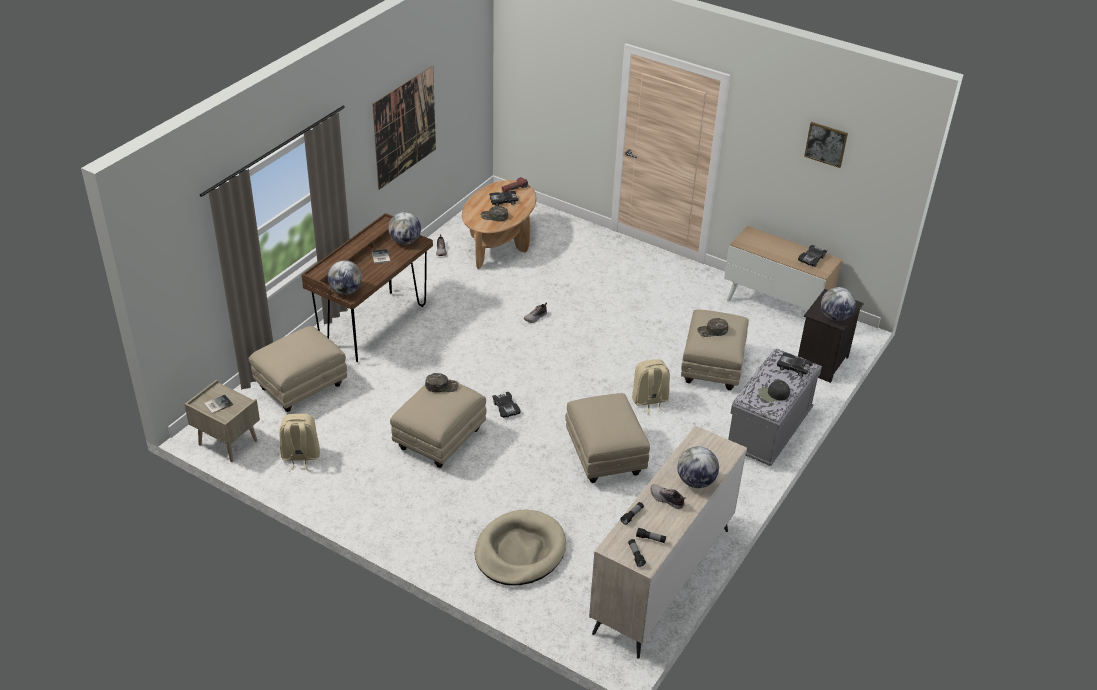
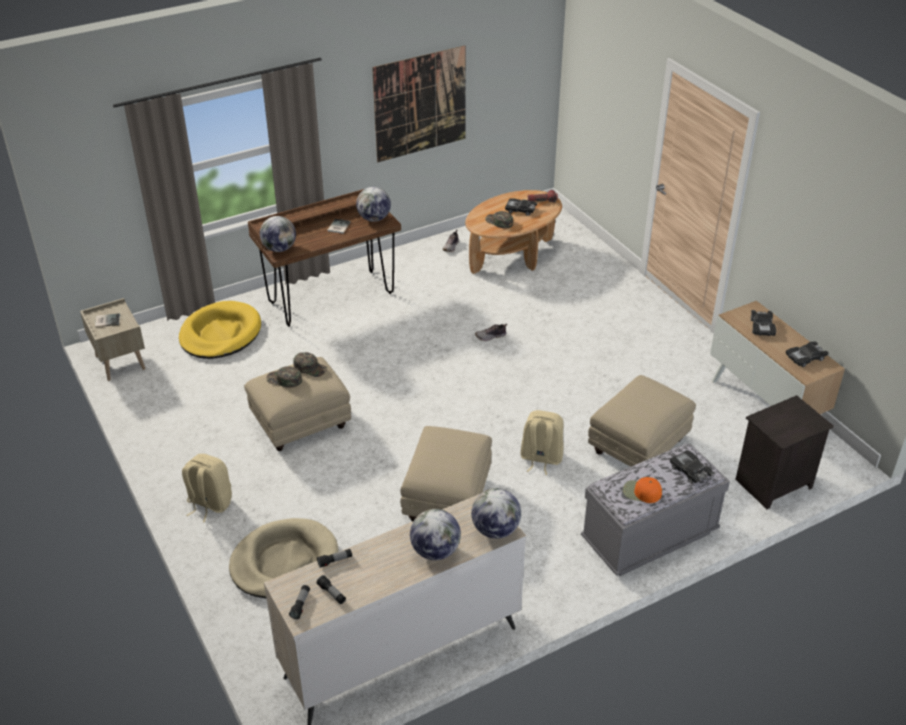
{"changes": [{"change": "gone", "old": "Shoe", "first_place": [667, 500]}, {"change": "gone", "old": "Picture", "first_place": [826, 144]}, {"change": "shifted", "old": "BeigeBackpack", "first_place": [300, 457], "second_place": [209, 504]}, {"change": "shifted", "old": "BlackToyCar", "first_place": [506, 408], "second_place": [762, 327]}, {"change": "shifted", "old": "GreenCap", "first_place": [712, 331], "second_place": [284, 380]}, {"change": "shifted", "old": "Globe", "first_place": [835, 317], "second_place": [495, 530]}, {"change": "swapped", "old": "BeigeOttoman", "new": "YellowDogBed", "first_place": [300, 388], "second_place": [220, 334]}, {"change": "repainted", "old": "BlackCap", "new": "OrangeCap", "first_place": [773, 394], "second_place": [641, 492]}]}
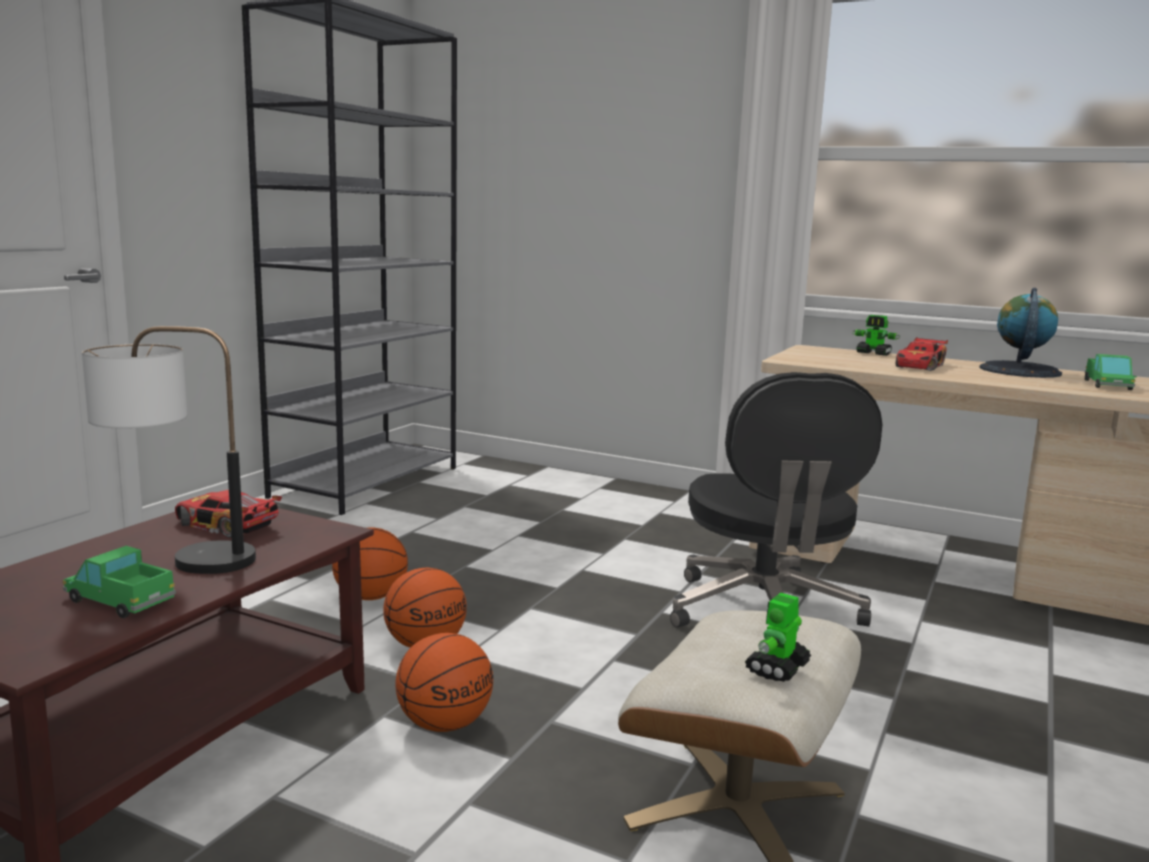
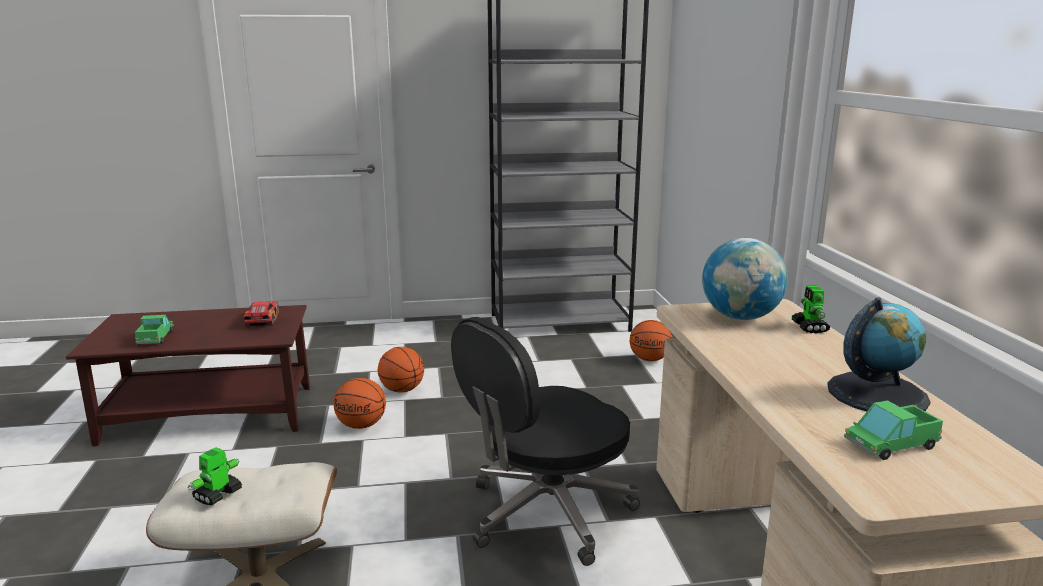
{"changes": [{"change": "gone", "old": "TableLamp", "first_place": [177, 560]}, {"change": "gone", "old": "ToyCar", "first_place": [921, 366]}, {"change": "new", "new": "Globe", "second_place": [740, 317]}, {"change": "shifted", "old": "Basketball", "first_place": [445, 724], "second_place": [650, 359]}, {"change": "rotated", "old": "ToyRobot", "first_place": [777, 668], "second_place": [217, 495], "degrees": -60}]}
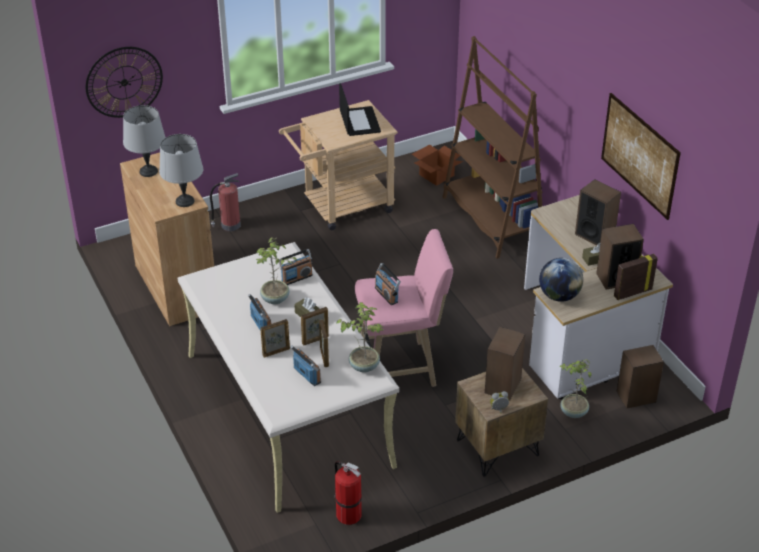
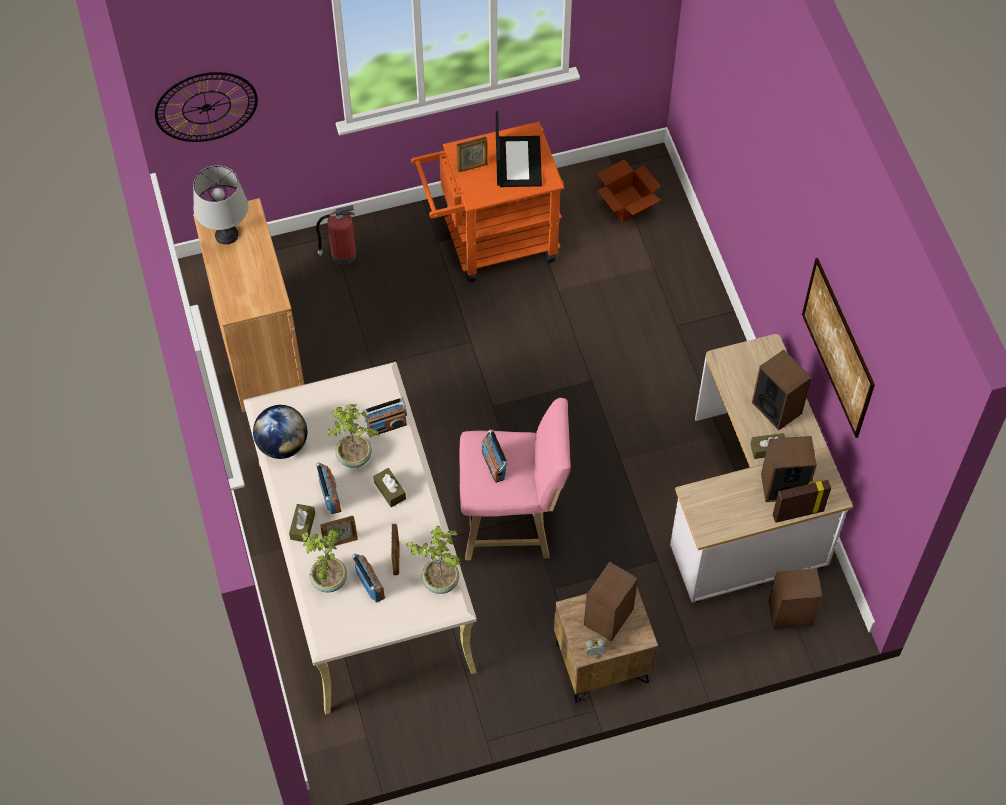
{"changes": [{"change": "gone", "old": "GreyTableLamp", "first_place": [184, 201]}, {"change": "gone", "old": "FireExtinguisher", "first_place": [347, 514]}, {"change": "gone", "old": "BrownBookcase", "first_place": [492, 219]}, {"change": "new", "new": "BrownTissueBox", "second_place": [302, 526]}, {"change": "shifted", "old": "PictureFrame", "first_place": [315, 340], "second_place": [472, 167]}, {"change": "shifted", "old": "Globe", "first_place": [559, 296], "second_place": [282, 444]}, {"change": "shifted", "old": "PottedPlant", "first_place": [573, 412], "second_place": [328, 580]}, {"change": "repainted", "old": "BeigeCart", "new": "OrangeCart", "first_place": [341, 207], "second_place": [490, 243]}]}
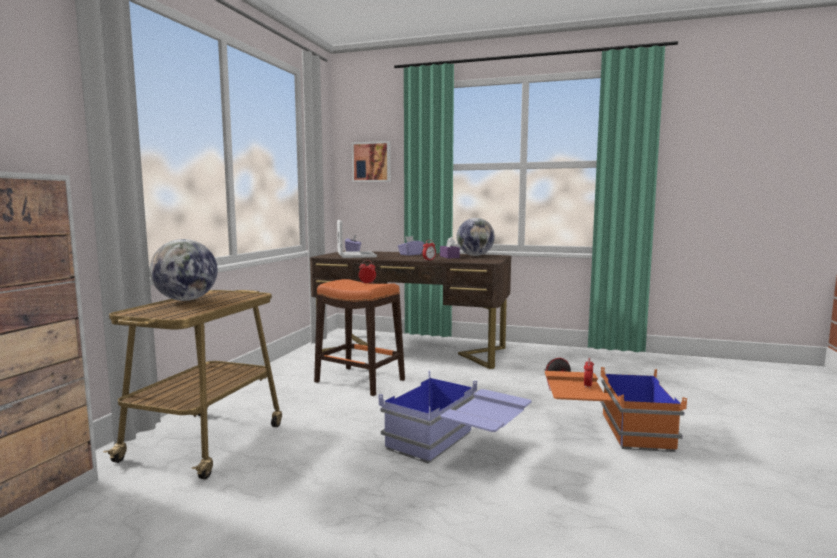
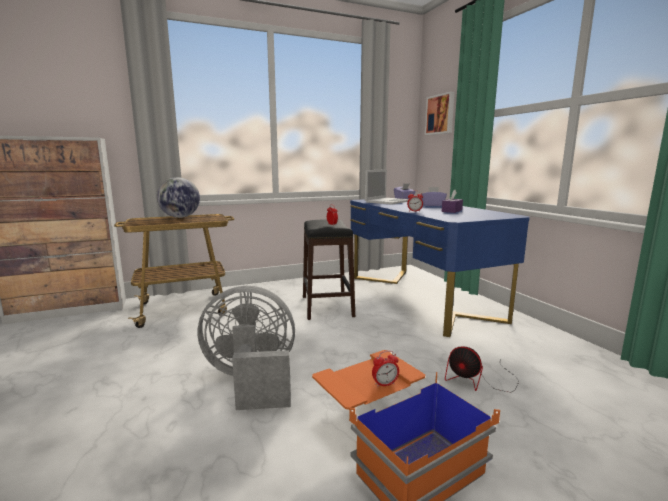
{"changes": [{"change": "gone", "old": "Globe", "first_place": [475, 255]}, {"change": "swapped", "old": "BlueStorageBox", "new": "GreyFan", "first_place": [455, 449], "second_place": [251, 381]}, {"change": "repainted", "old": "BrownDesk", "new": "BlueDesk", "first_place": [412, 350], "second_place": [420, 297]}, {"change": "repainted", "old": "OrangeStool", "new": "BlackStool", "first_place": [359, 381], "second_place": [326, 306]}]}
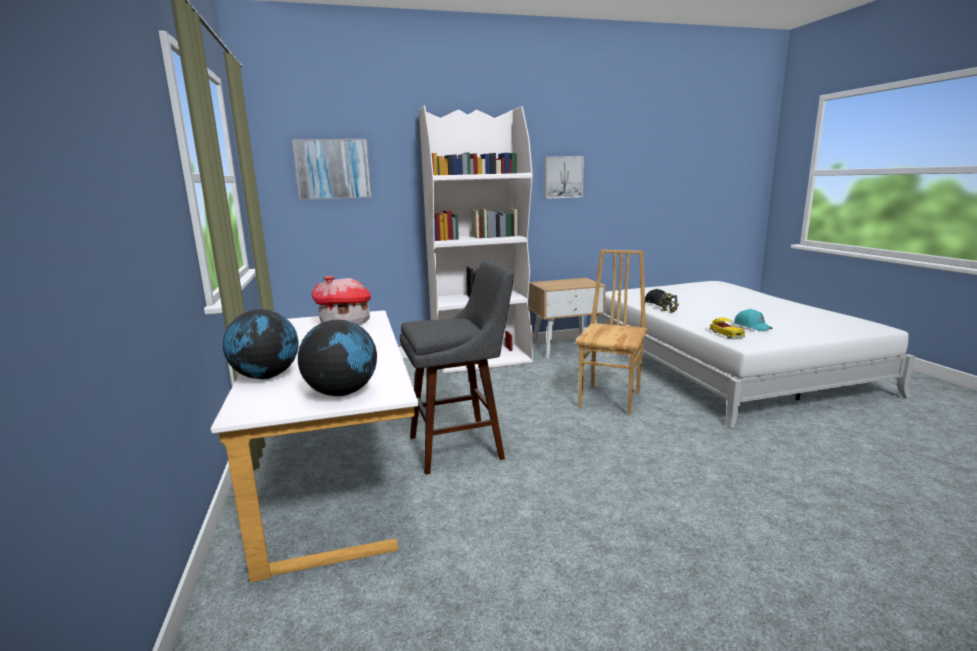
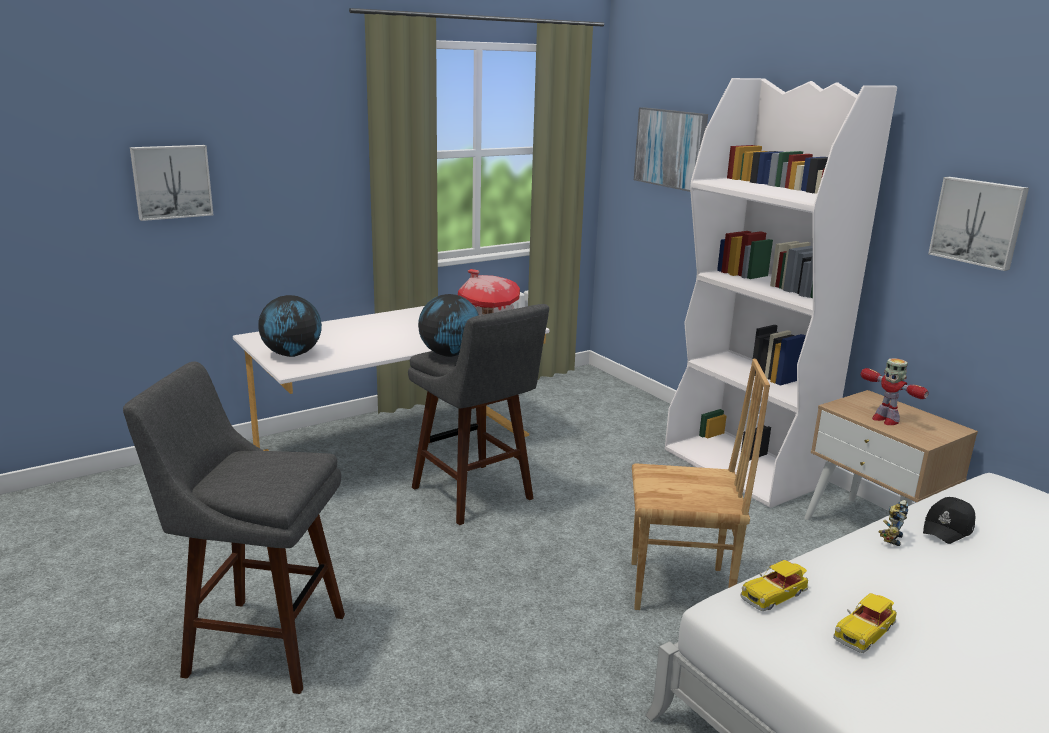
{"changes": [{"change": "new", "new": "GreyStool", "second_place": [258, 643]}, {"change": "new", "new": "Picture", "second_place": [171, 181]}, {"change": "new", "new": "ToyRobot", "second_place": [885, 419]}, {"change": "shifted", "old": "Globe", "first_place": [267, 376], "second_place": [449, 354]}, {"change": "swapped", "old": "TurquoiseCap", "new": "ToyCar", "first_place": [752, 326], "second_place": [865, 632]}]}
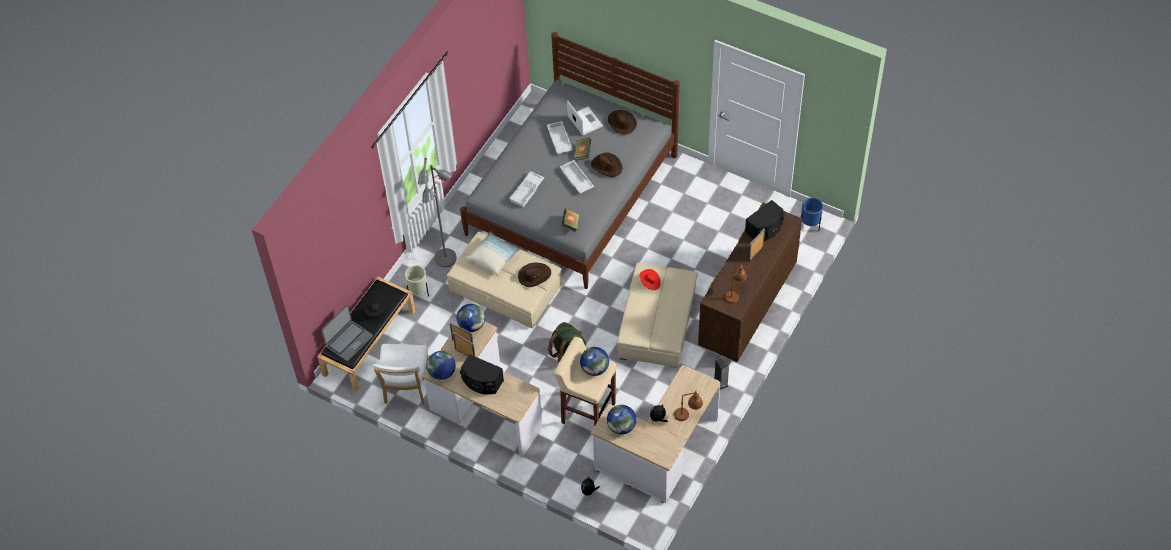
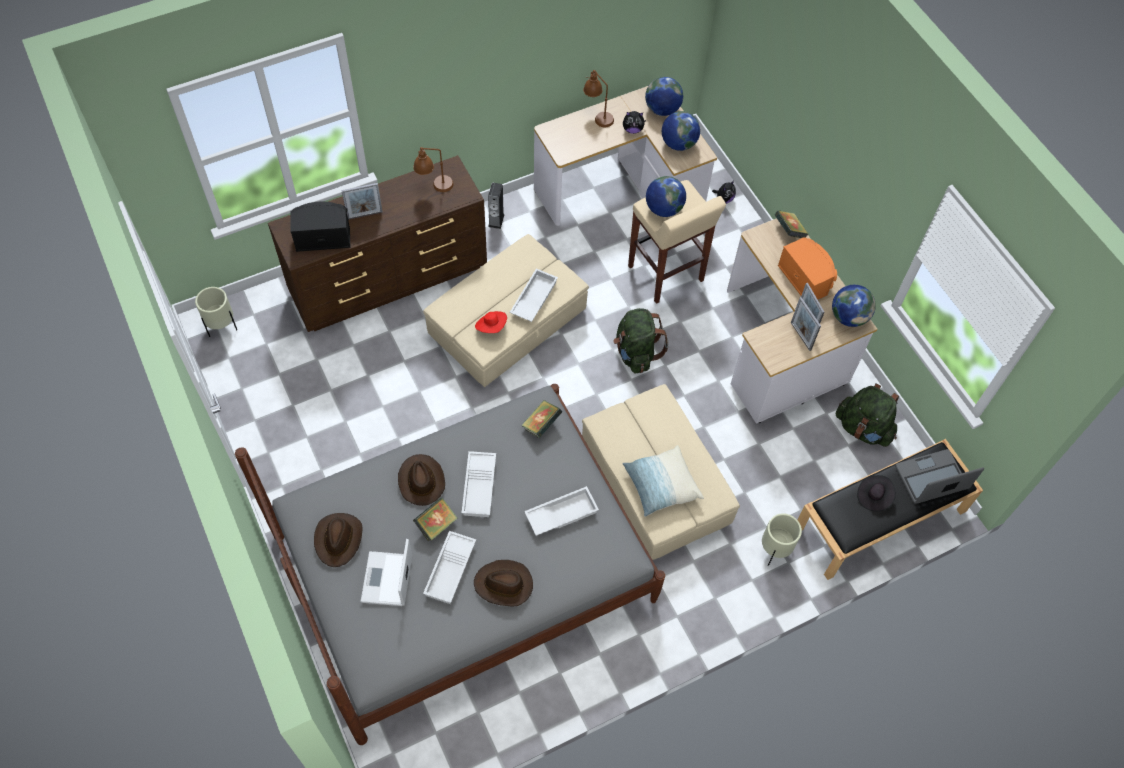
{"changes": [{"change": "gone", "old": "GreyFloorLamp", "first_place": [446, 259]}, {"change": "new", "new": "WhiteTray", "second_place": [533, 298]}, {"change": "new", "new": "Book", "second_place": [789, 231]}, {"change": "shifted", "old": "Globe", "first_place": [471, 325], "second_place": [662, 109]}, {"change": "shifted", "old": "BrownHat", "first_place": [534, 276], "second_place": [503, 585]}, {"change": "swapped", "old": "WhiteChair", "new": "GreenBackpack", "first_place": [406, 388], "second_place": [863, 428]}, {"change": "repainted", "old": "BlackSpeaker", "new": "OrangeSpeaker", "first_place": [481, 382], "second_place": [806, 278]}, {"change": "repainted", "old": "BluePlanter", "new": "BeigePlanter", "first_place": [810, 226], "second_place": [222, 327]}]}
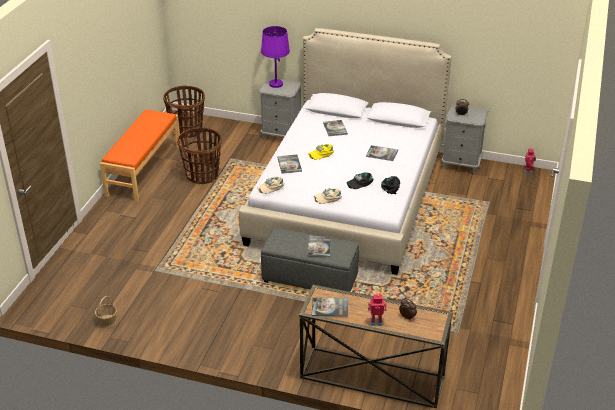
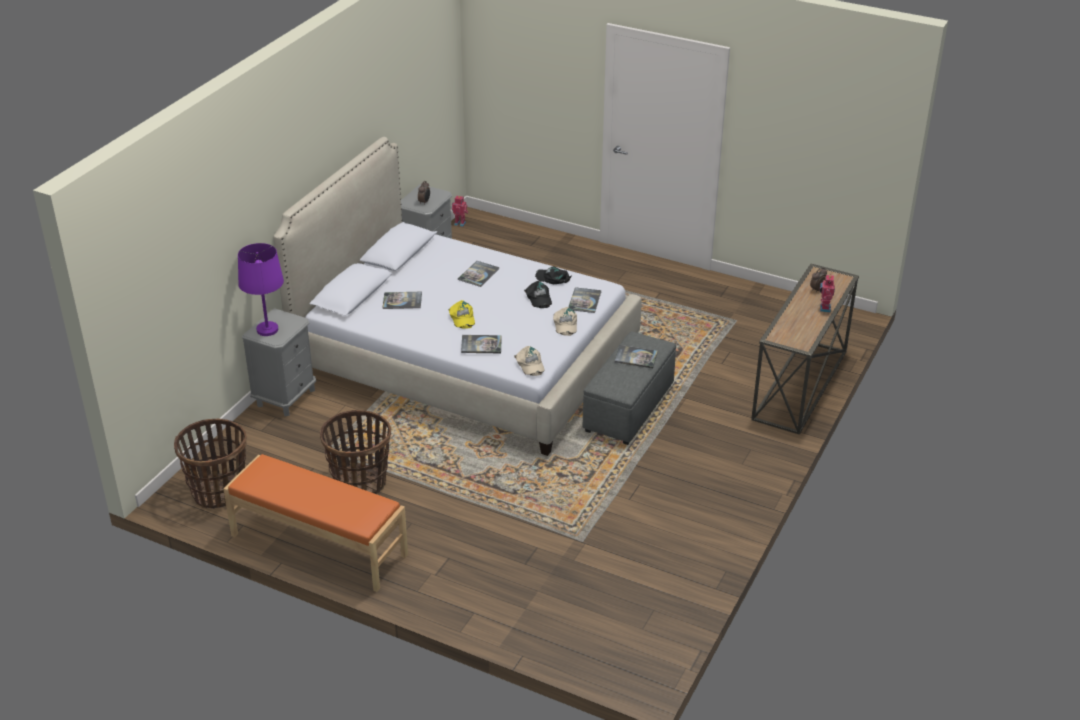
{"changes": [{"change": "gone", "old": "Basket", "first_place": [107, 321]}, {"change": "shifted", "old": "Book", "first_place": [330, 307], "second_place": [584, 301]}]}
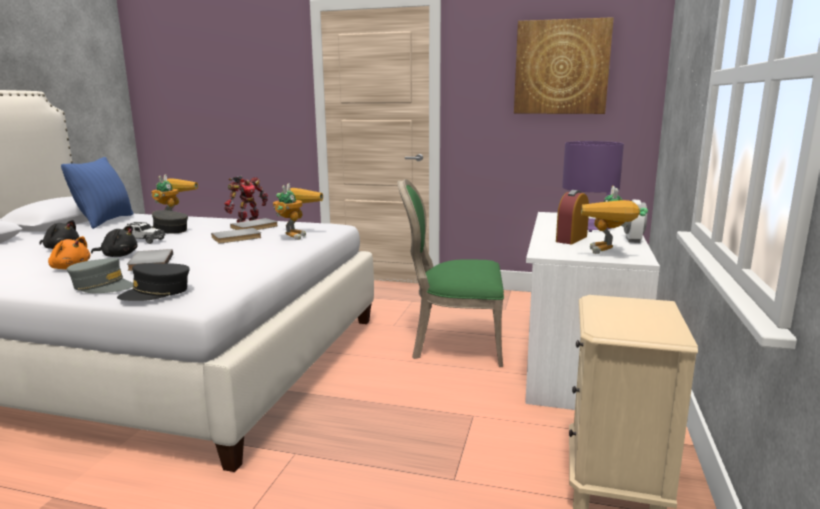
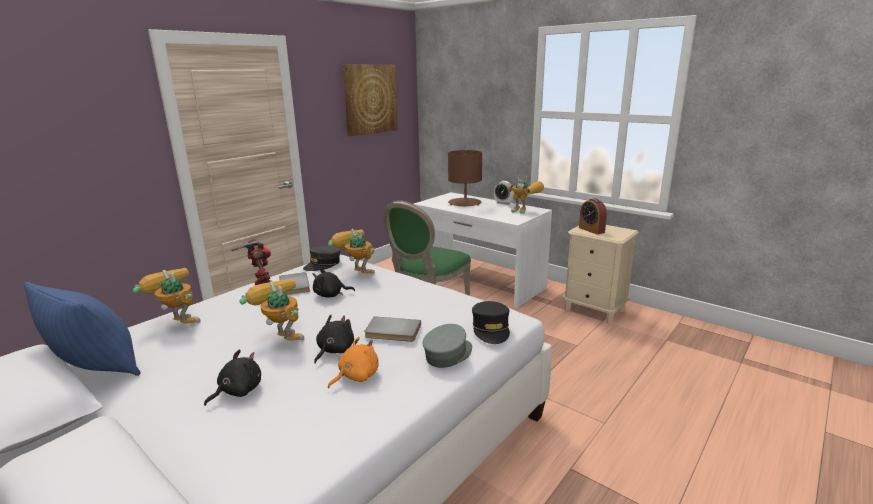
{"changes": [{"change": "shifted", "old": "GreyCap", "first_place": [168, 231], "second_place": [323, 264]}, {"change": "shifted", "old": "AlarmClock", "first_place": [571, 239], "second_place": [591, 230]}, {"change": "swapped", "old": "ToyCar", "new": "ToyRobot", "first_place": [144, 240], "second_place": [280, 337]}, {"change": "swapped", "old": "GreyBook", "new": "BlackPlushToy", "first_place": [237, 238], "second_place": [331, 295]}, {"change": "repainted", "old": "PurpleTableLamp", "new": "BrownTableLamp", "first_place": [588, 226], "second_place": [464, 203]}]}
